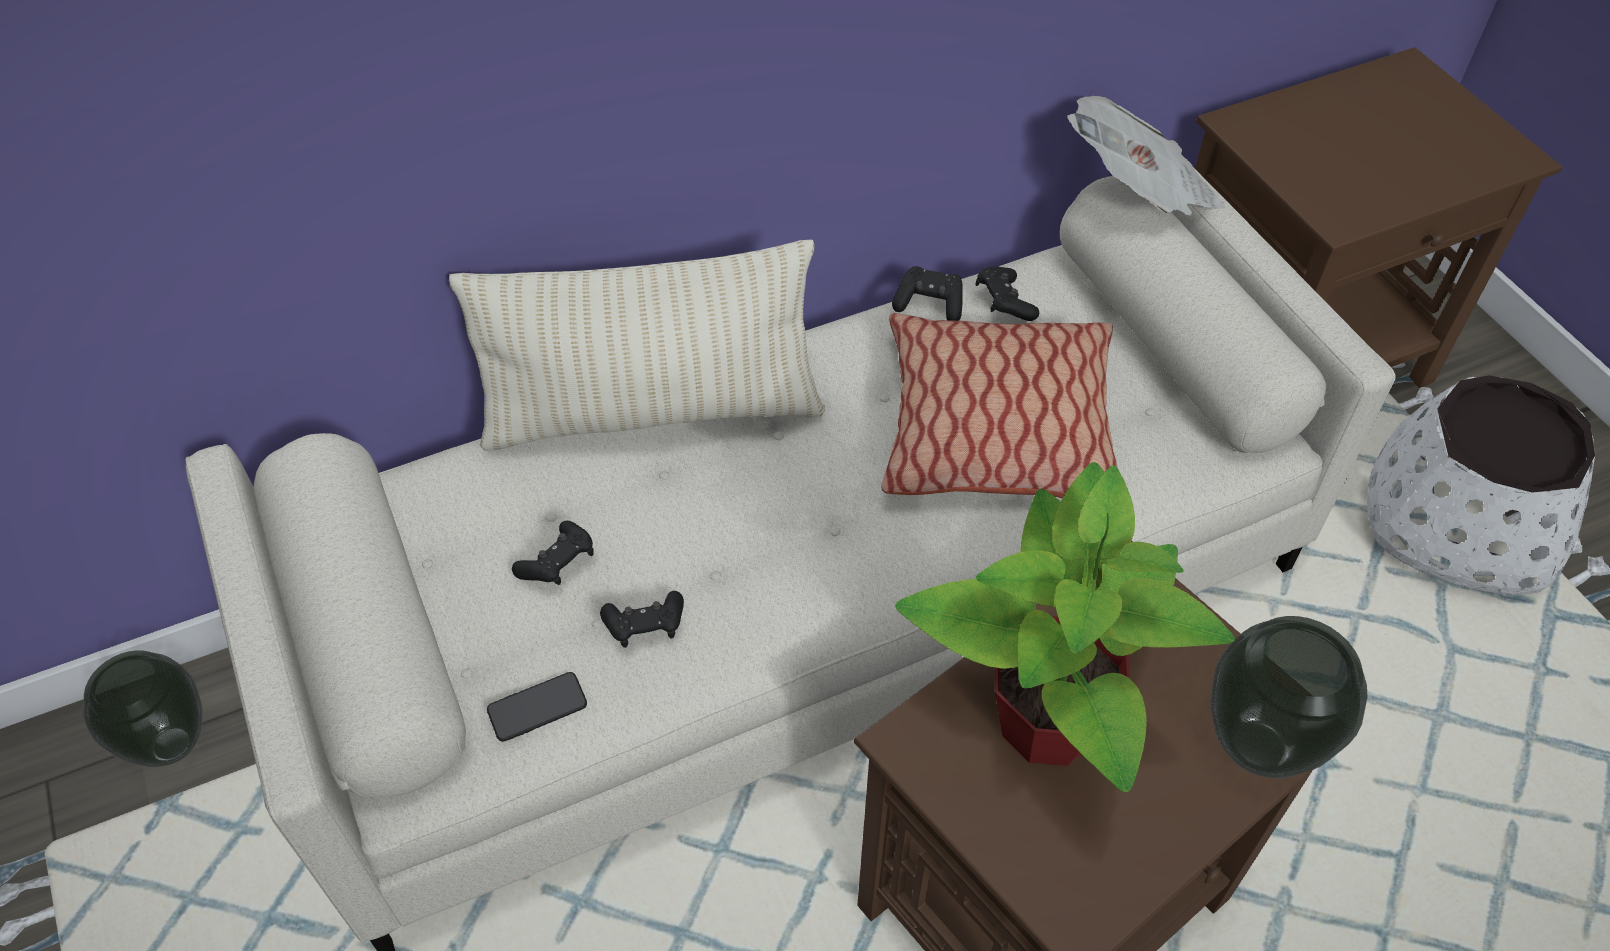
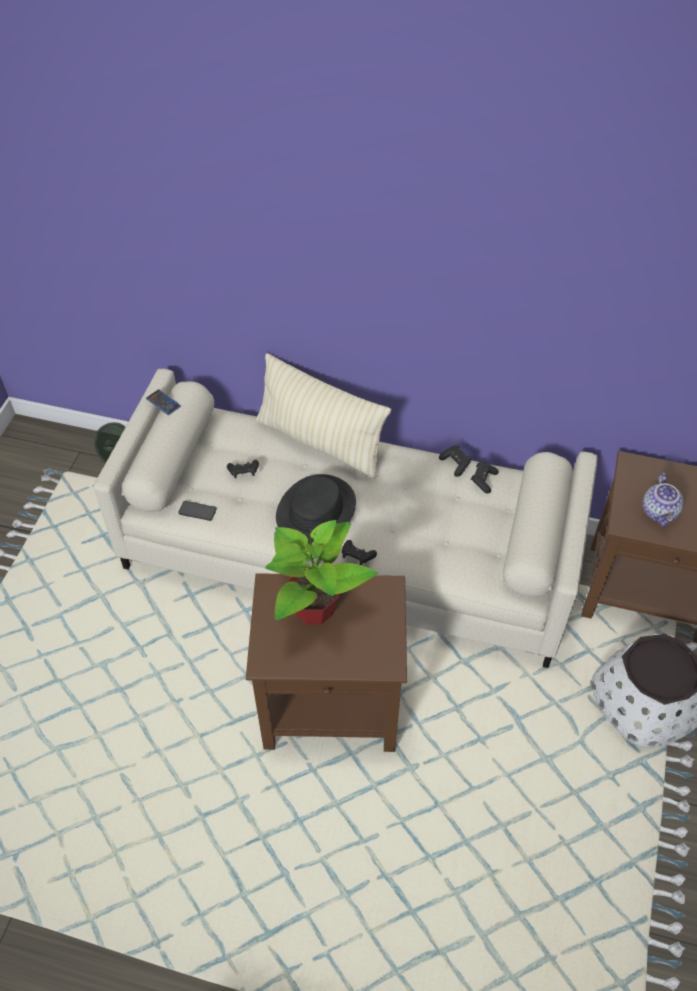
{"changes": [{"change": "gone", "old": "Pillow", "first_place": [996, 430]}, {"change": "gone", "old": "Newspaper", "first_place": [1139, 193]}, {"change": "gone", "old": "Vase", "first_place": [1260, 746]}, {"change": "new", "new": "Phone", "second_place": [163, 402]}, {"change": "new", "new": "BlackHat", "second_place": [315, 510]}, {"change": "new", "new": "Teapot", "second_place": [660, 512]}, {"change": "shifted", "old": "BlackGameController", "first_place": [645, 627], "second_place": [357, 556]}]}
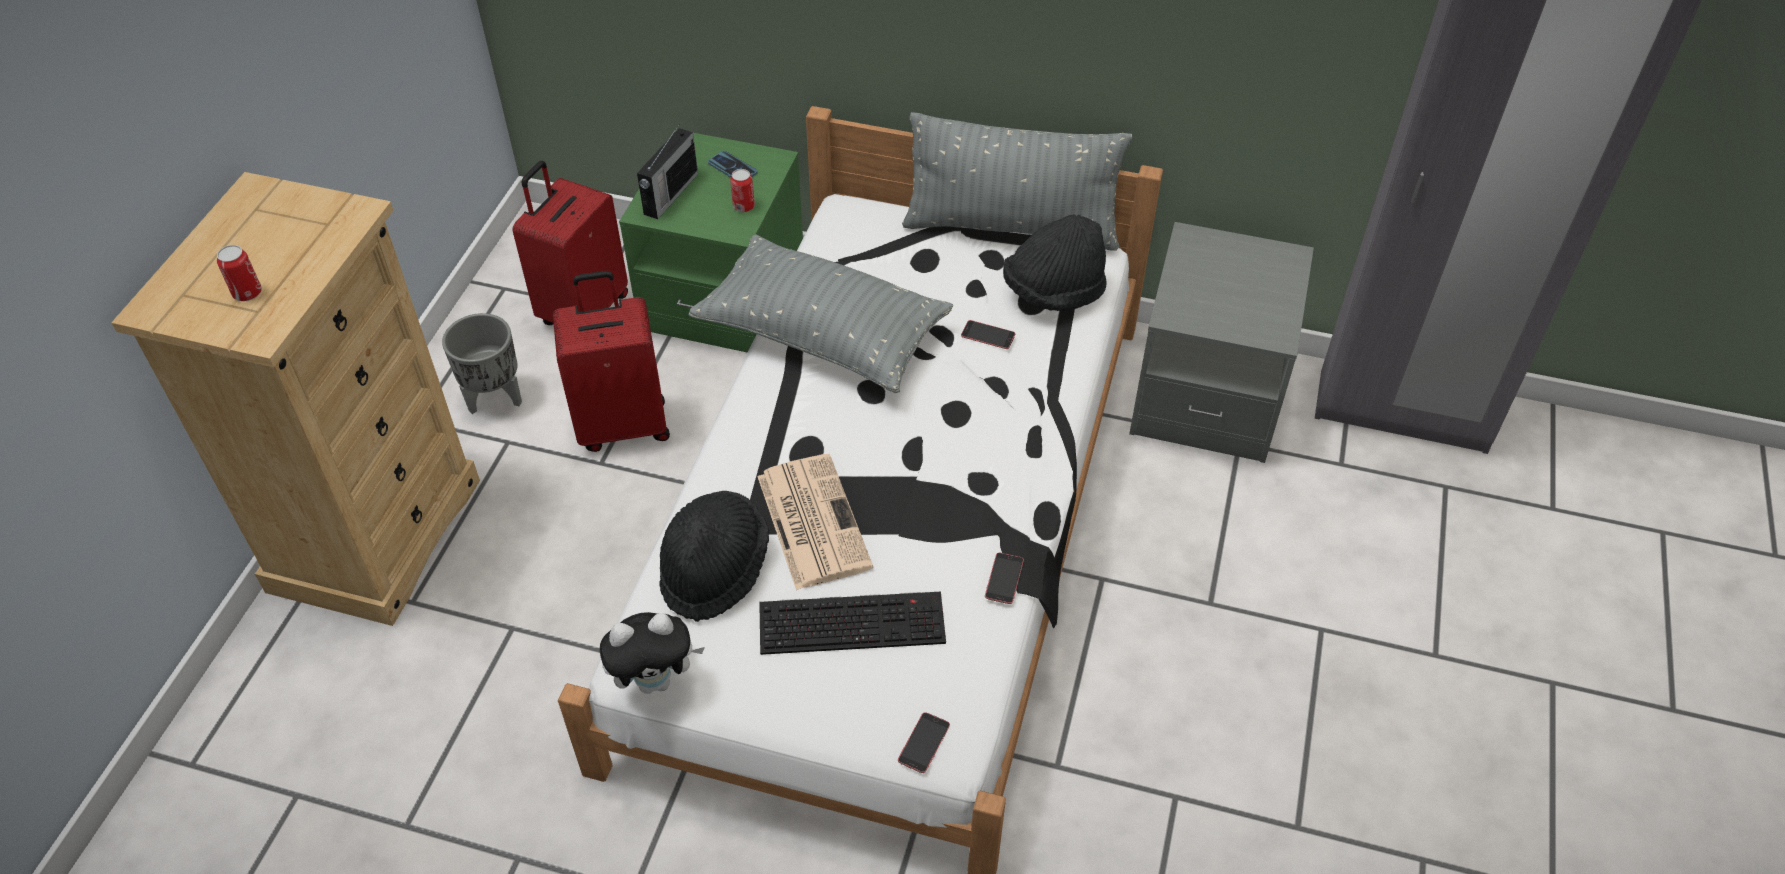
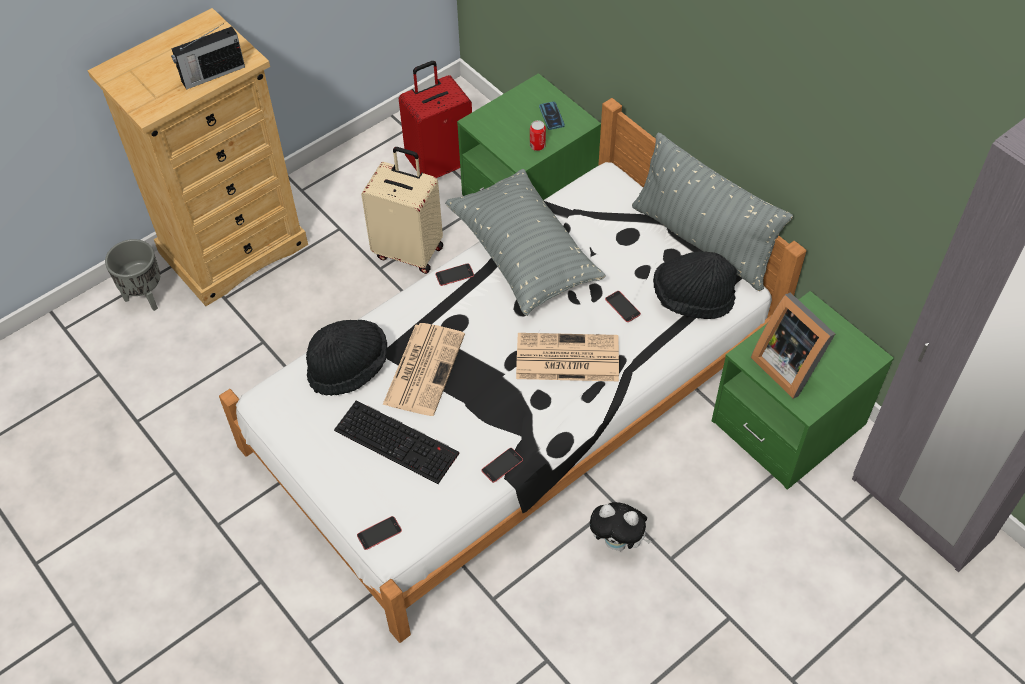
{"changes": [{"change": "gone", "old": "Can", "first_place": [247, 293]}, {"change": "new", "new": "Phone", "second_place": [454, 275]}, {"change": "new", "new": "Newspaper", "second_place": [565, 358]}, {"change": "new", "new": "PictureFrame", "second_place": [788, 365]}, {"change": "shifted", "old": "GreyPlanter", "first_place": [495, 398], "second_place": [145, 297]}, {"change": "shifted", "old": "PlushToy", "first_place": [656, 680], "second_place": [618, 542]}, {"change": "shifted", "old": "Radio", "first_place": [670, 194], "second_place": [212, 74]}, {"change": "repainted", "old": "RedSuitcase", "new": "BeigeSuitcase", "first_place": [623, 424], "second_place": [409, 251]}, {"change": "repainted", "old": "GreyNightstand", "new": "GreenNightstand", "first_place": [1207, 396], "second_place": [788, 423]}]}
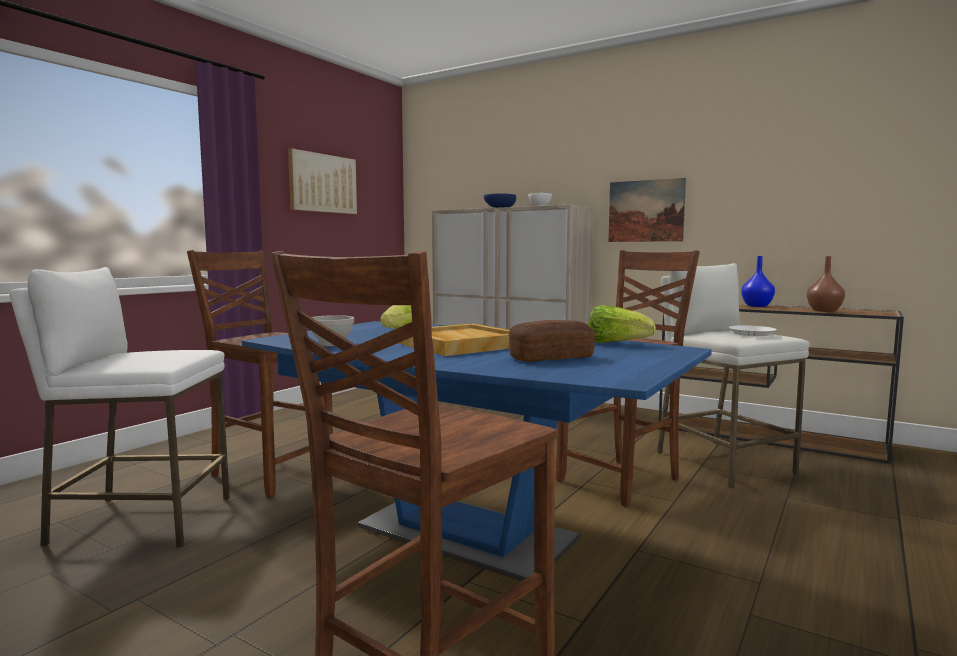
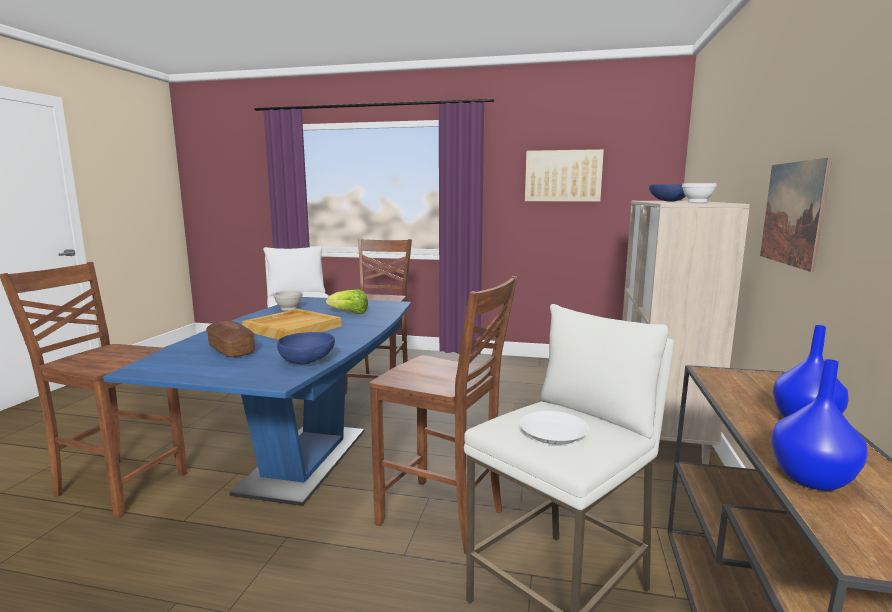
{"changes": [{"change": "swapped", "old": "Lettuce", "new": "BlueBowl", "first_place": [616, 343], "second_place": [308, 361]}, {"change": "repainted", "old": "BrownVase", "new": "BlueVase", "first_place": [824, 311], "second_place": [813, 479]}]}
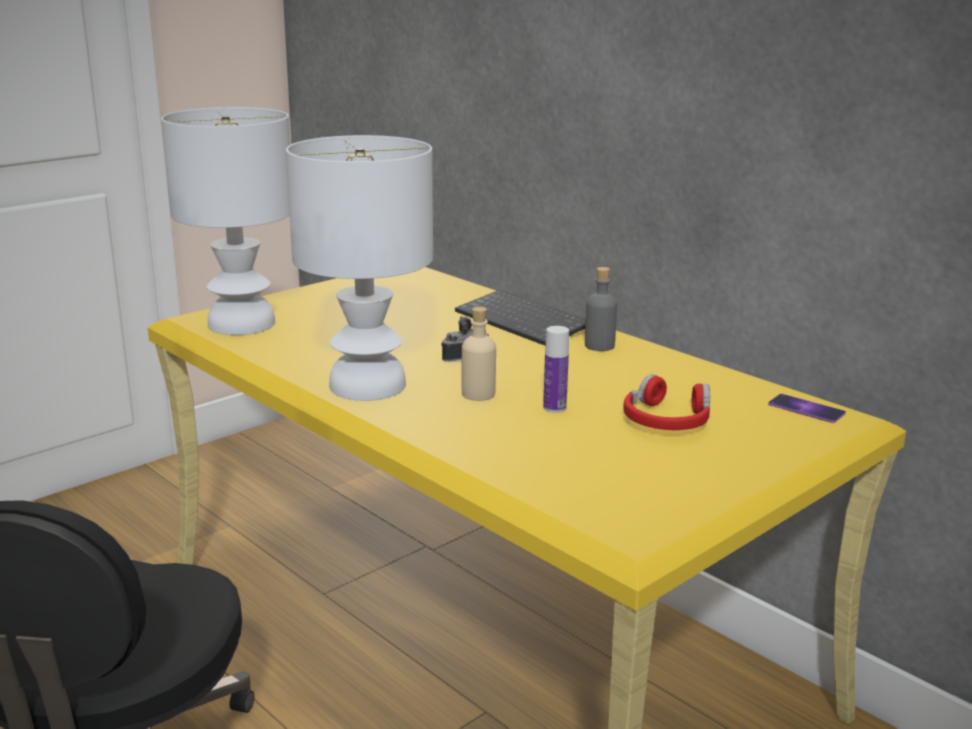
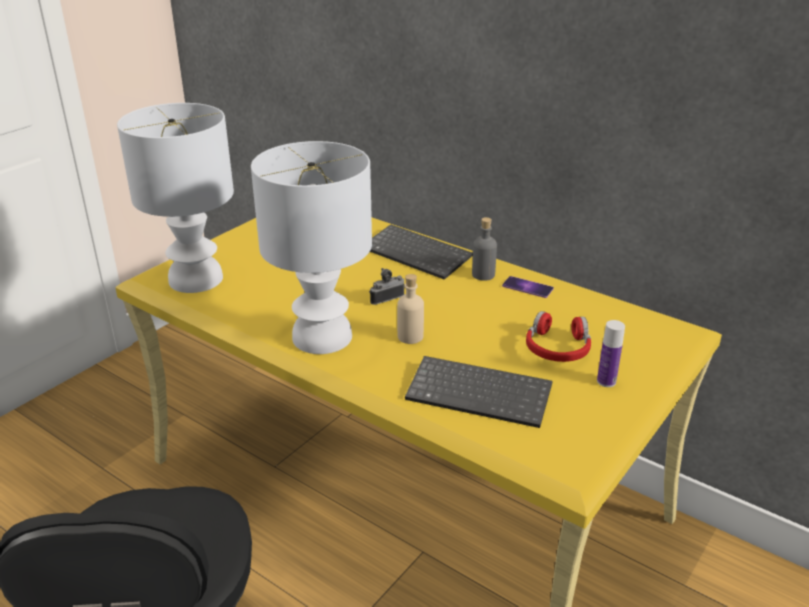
{"changes": [{"change": "new", "new": "Keyboard", "second_place": [481, 393]}, {"change": "shifted", "old": "Bottle", "first_place": [554, 408], "second_place": [606, 381]}, {"change": "shifted", "old": "Phone", "first_place": [806, 409], "second_place": [527, 287]}]}
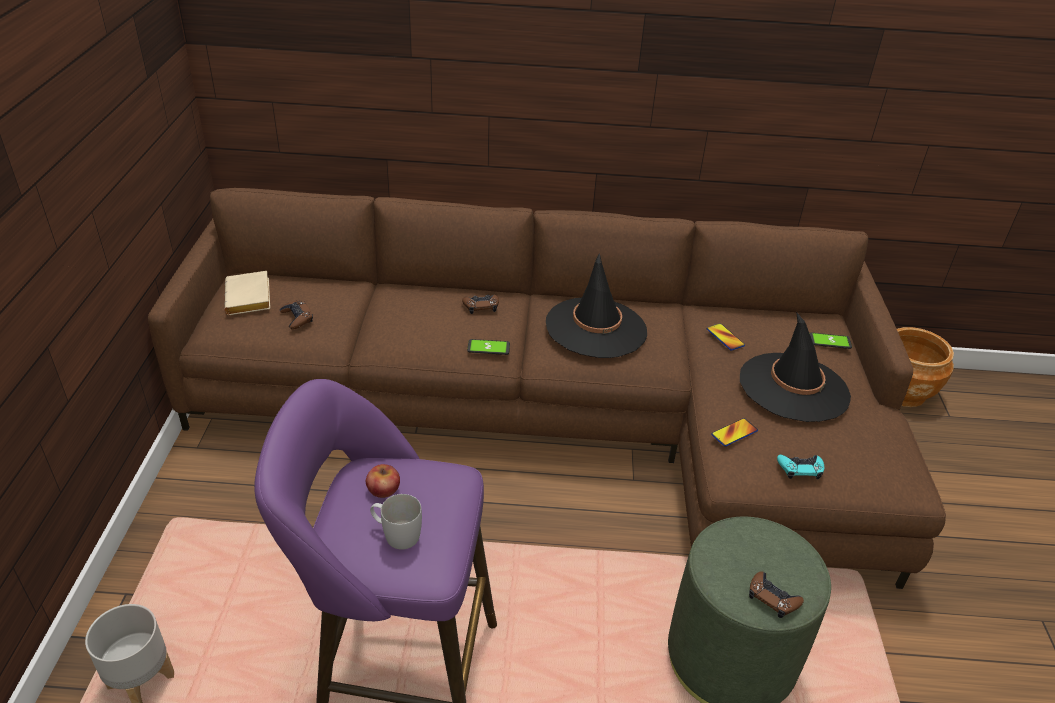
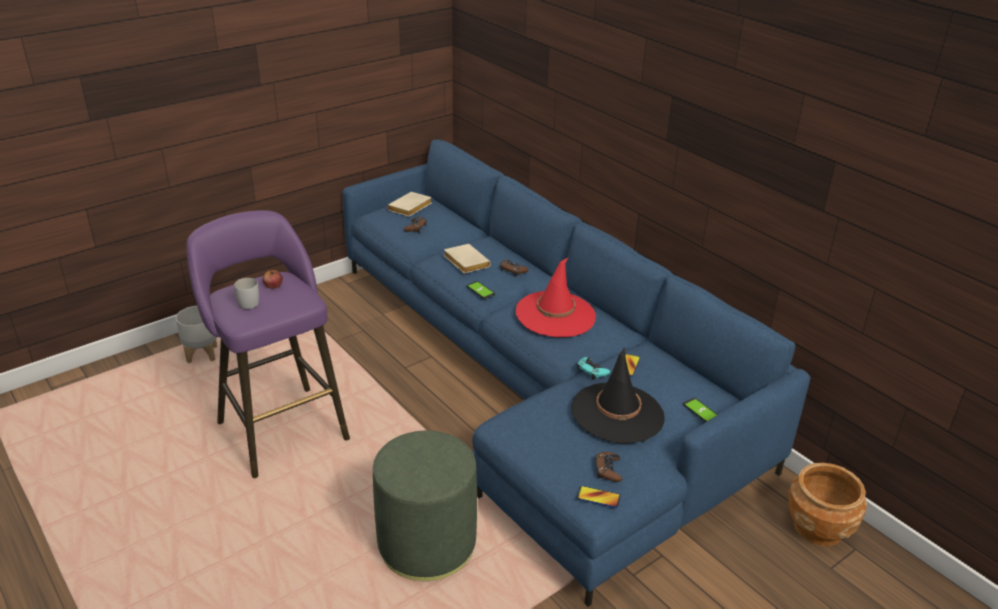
{"changes": [{"change": "new", "new": "BeigeBook", "second_place": [464, 262]}, {"change": "shifted", "old": "Phone", "first_place": [734, 433], "second_place": [598, 497]}, {"change": "shifted", "old": "BrownGameController", "first_place": [772, 598], "second_place": [608, 470]}, {"change": "shifted", "old": "TurquoiseGameController", "first_place": [800, 469], "second_place": [592, 371]}, {"change": "repainted", "old": "BrownSofa", "new": "BlueSofa", "first_place": [562, 417], "second_place": [538, 382]}, {"change": "repainted", "old": "BlackHat", "new": "RedHat", "first_place": [596, 328], "second_place": [555, 314]}]}
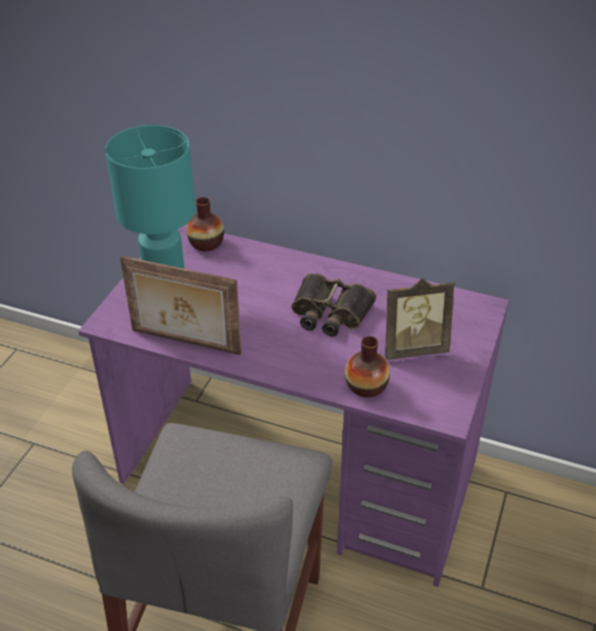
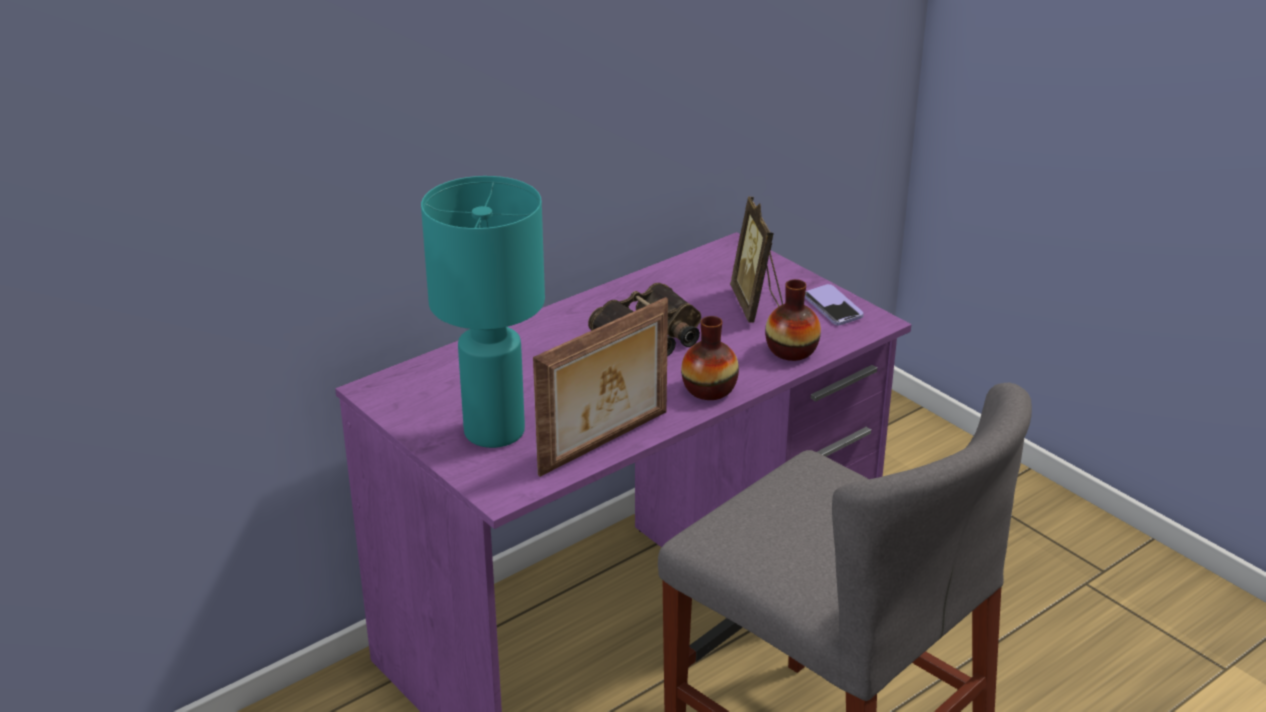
{"changes": [{"change": "new", "new": "Phone", "second_place": [833, 307]}, {"change": "shifted", "old": "Vase", "first_place": [206, 243], "second_place": [709, 389]}, {"change": "rotated", "old": "PictureFrame", "first_place": [413, 348], "second_place": [758, 306], "degrees": 150}]}
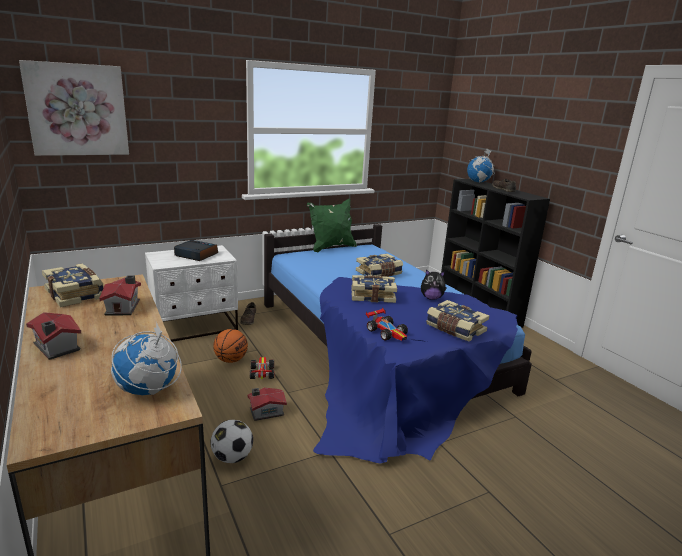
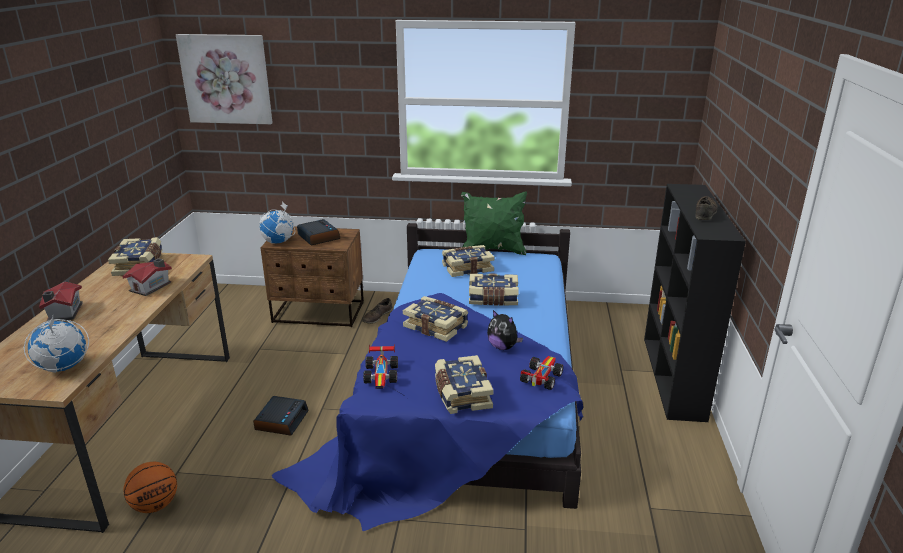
{"changes": [{"change": "gone", "old": "Football", "first_place": [232, 457]}, {"change": "new", "new": "Book", "second_place": [467, 268]}, {"change": "shifted", "old": "Basketball", "first_place": [231, 360], "second_place": [155, 505]}, {"change": "shifted", "old": "ToyCar", "first_place": [261, 372], "second_place": [540, 377]}, {"change": "shifted", "old": "Globe", "first_place": [478, 182], "second_place": [278, 242]}, {"change": "swapped", "old": "ToyHouse", "new": "AlarmClock", "first_place": [265, 411], "second_place": [281, 420]}, {"change": "repainted", "old": "WhiteNightstand", "new": "BrownNightstand", "first_place": [195, 327], "second_place": [319, 313]}]}
